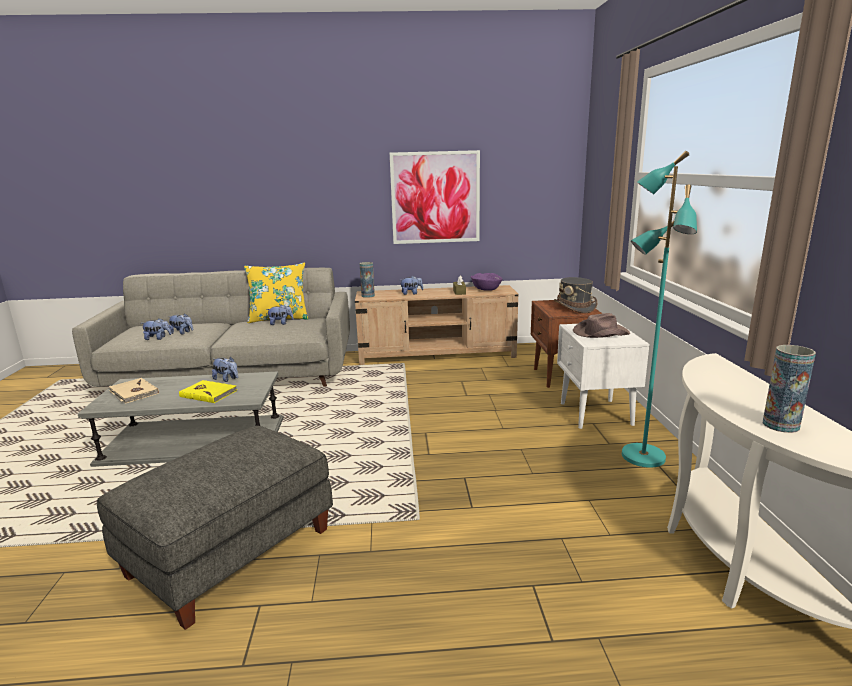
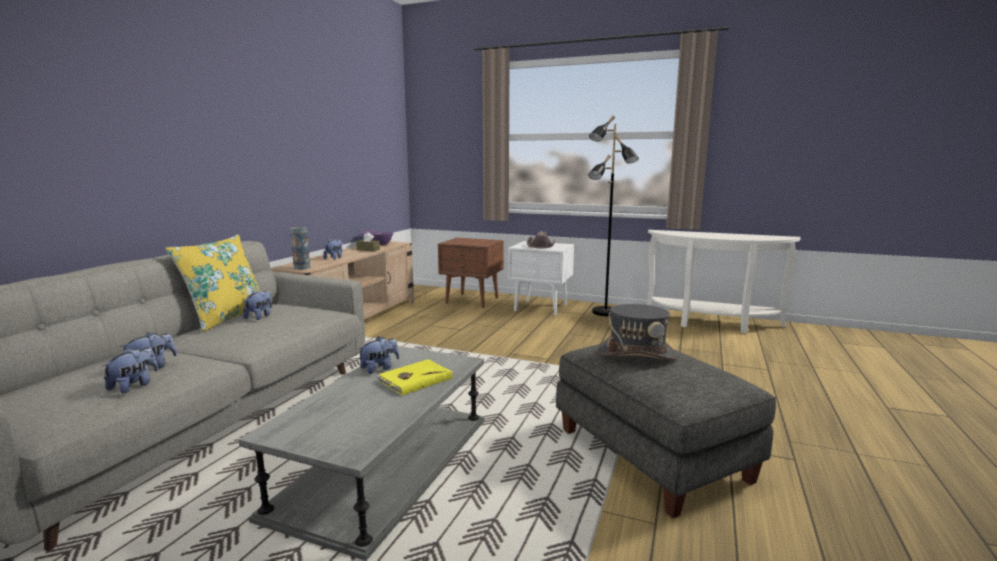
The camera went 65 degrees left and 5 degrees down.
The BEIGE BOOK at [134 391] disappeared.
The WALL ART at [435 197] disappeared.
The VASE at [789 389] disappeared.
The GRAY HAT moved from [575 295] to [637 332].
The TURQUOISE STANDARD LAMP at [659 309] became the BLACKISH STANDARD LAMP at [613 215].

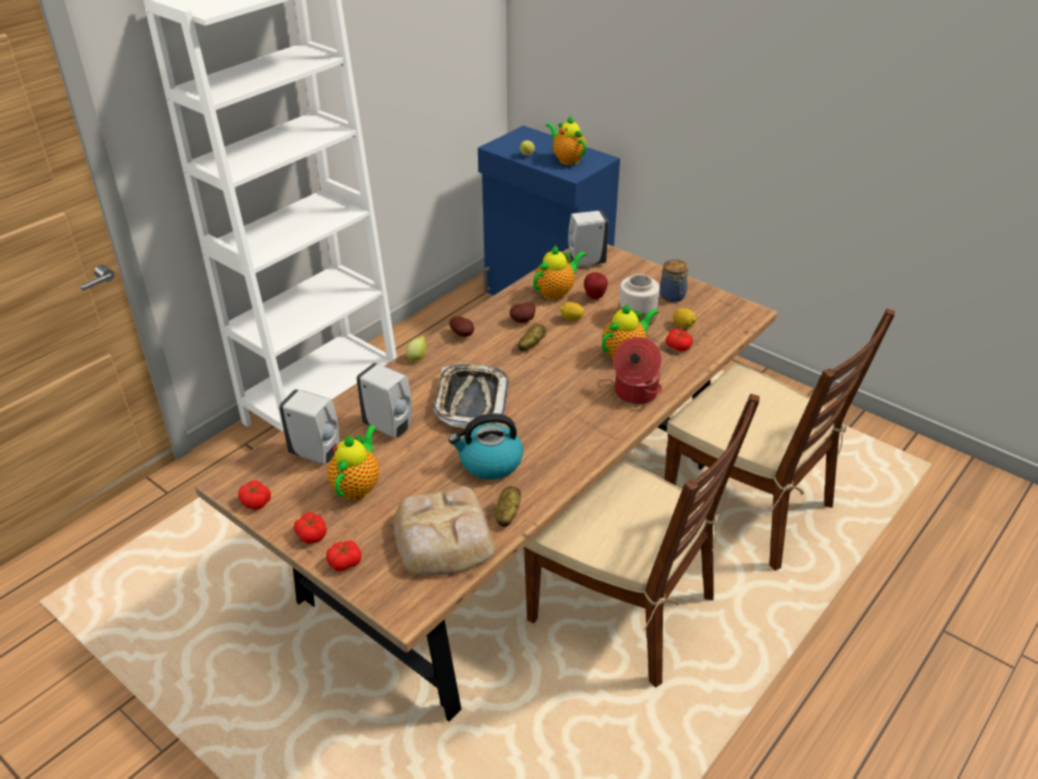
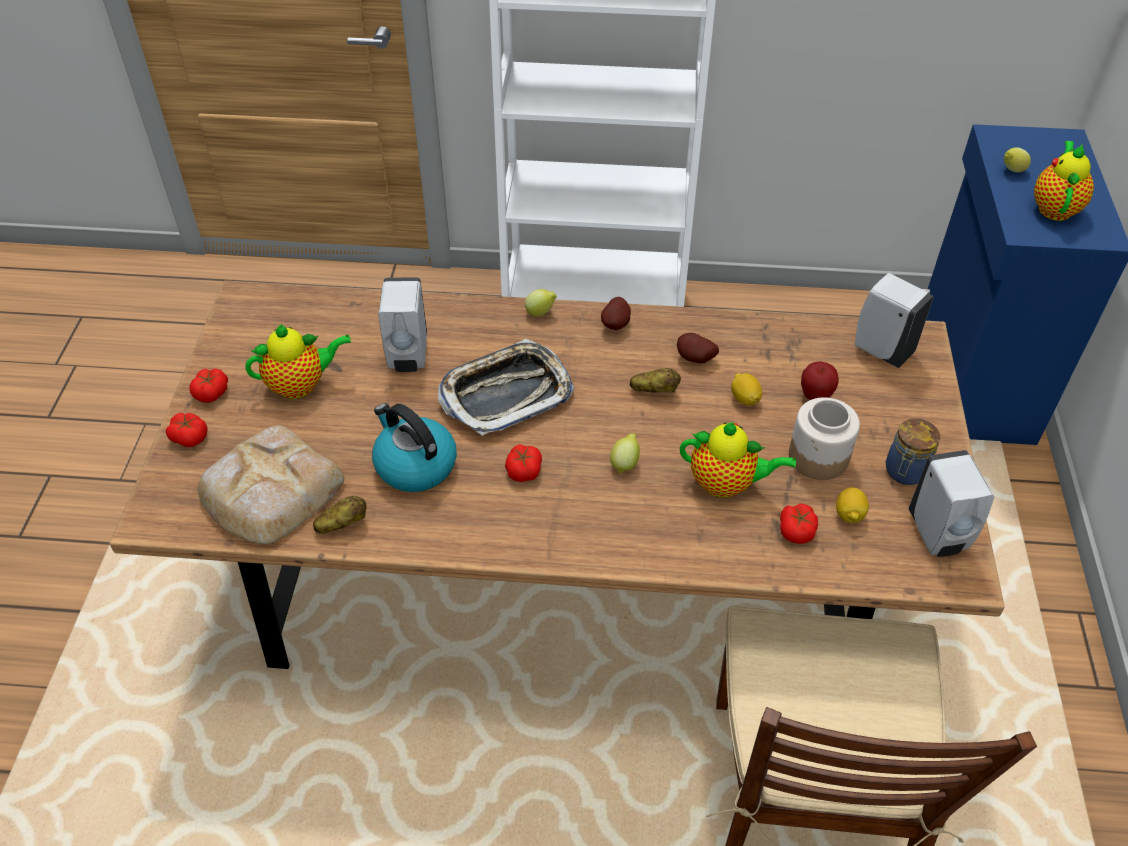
The camera went 55 degrees right and 10 degrees up.
The BROWN-COLOURED UPRIGHT CHAIR at [642 541] disappeared.
The POT FOR TEA at [559 272] disappeared.
The COOKING POT at [637 370] disappeared.
The WHOLE LEMON at [625 453] appeared.
The WHOLE TOMATO moved from [254 495] to [523 463].
The WHITISH SOAP BOTTLE moved from [309 426] to [951 503].

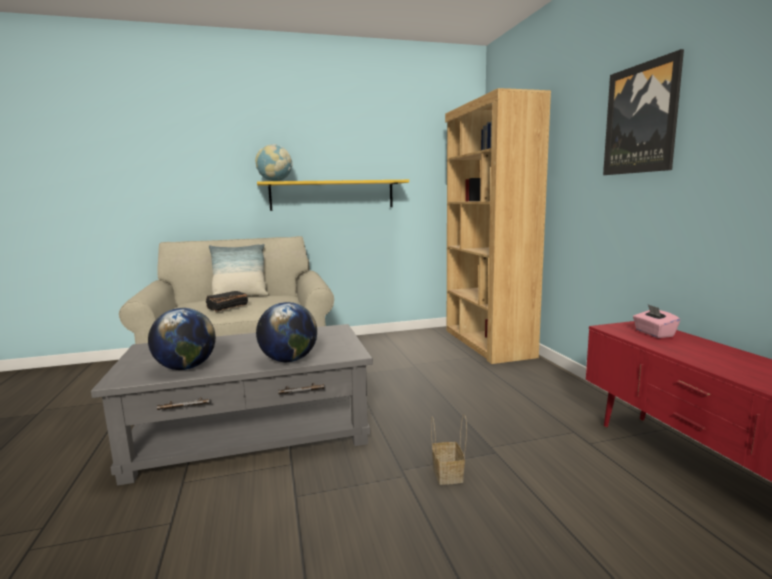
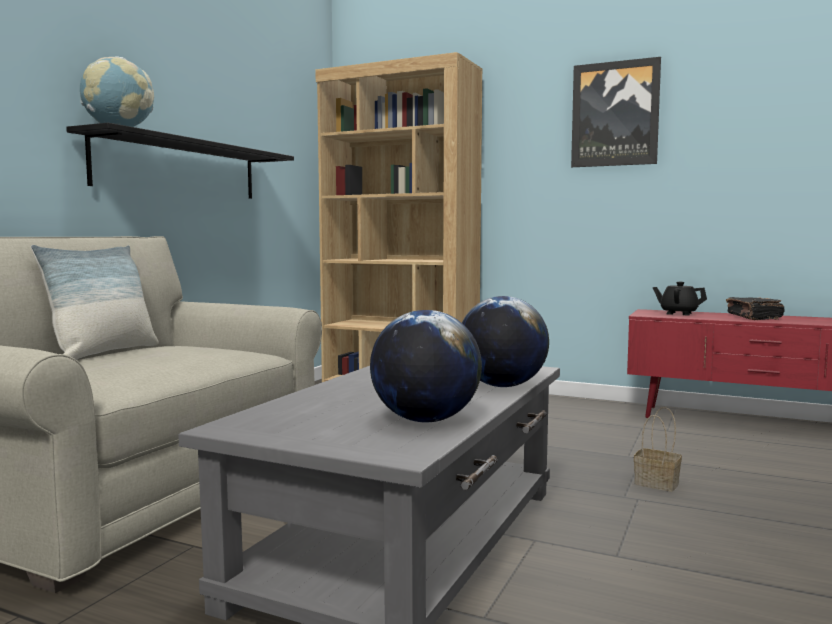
The camera went 50 degrees left and 5 degrees down.
The BLACKISH BOOK moved from [226 301] to [755 308].
The PINKISH TISSUE HOLDER at [656 321] was replaced by the BLACKISH POT FOR TEA at [680 298].
The YELLOW-COLOURED SHELF at [333 195] became the BLACKISH SHELF at [180 161].

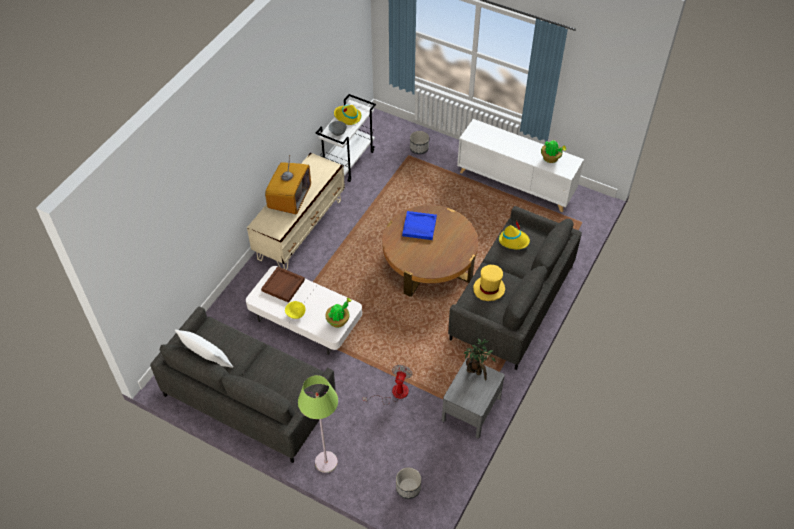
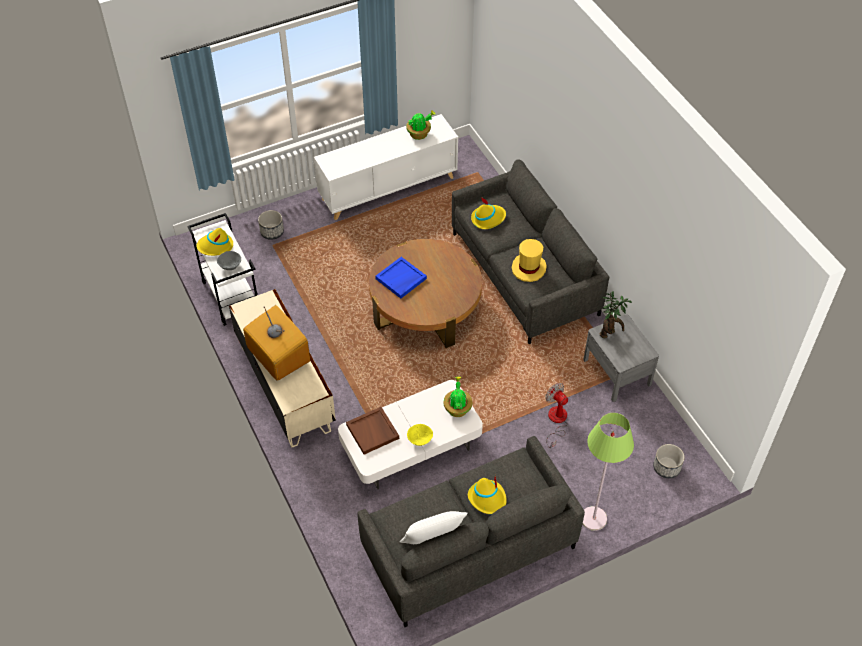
The camera went 55 degrees left and 0 degrees up.
The YELLOW-COLOURED HAT at [487 495] appeared.

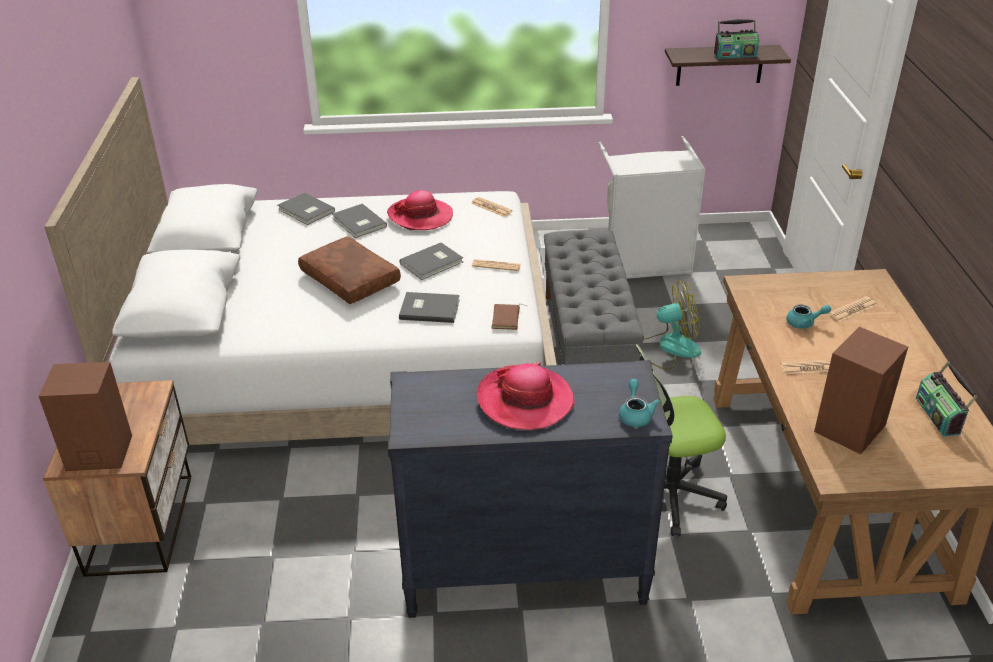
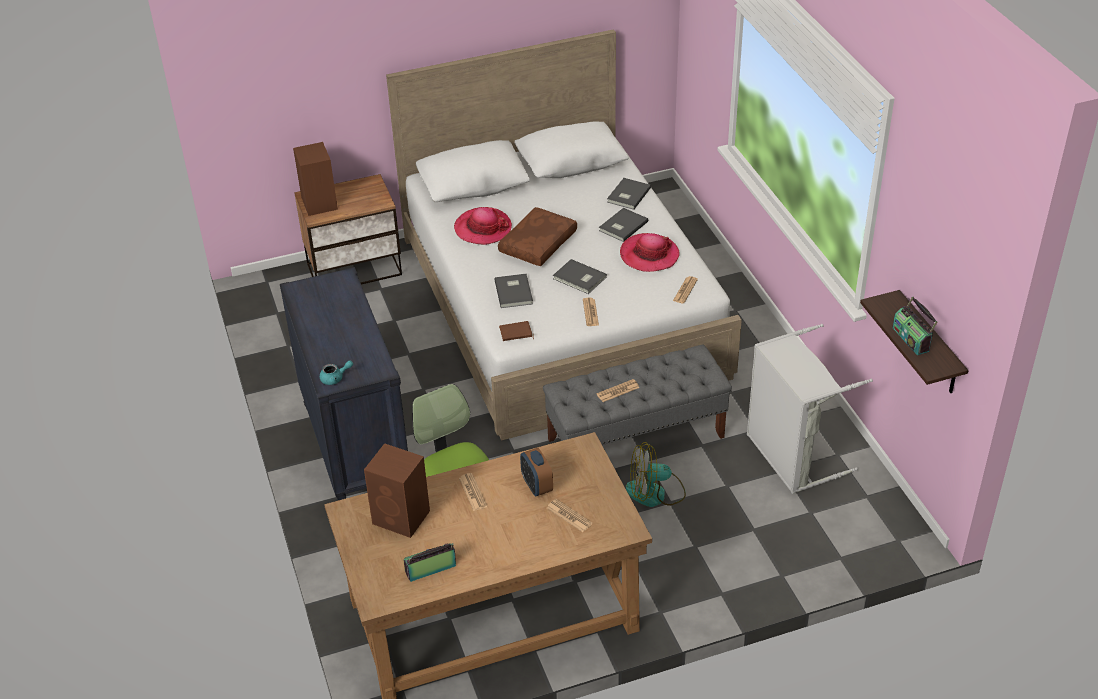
The camera went 75 degrees right and 5 degrees up.
The NEWSPAPER at [618 390] appeared.
The HAT moved from [526 396] to [483 226].
The TURQUOISE POT FOR TEA at [808 316] was replaced by the TABLE CLOCK at [536 472].
The FAN at [672 325] turned 105 degrees clockwise.

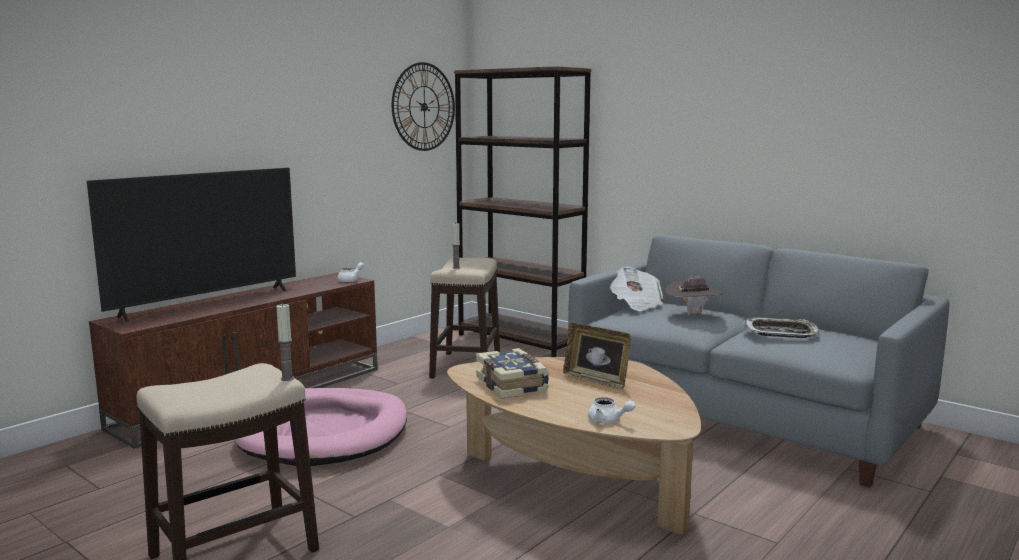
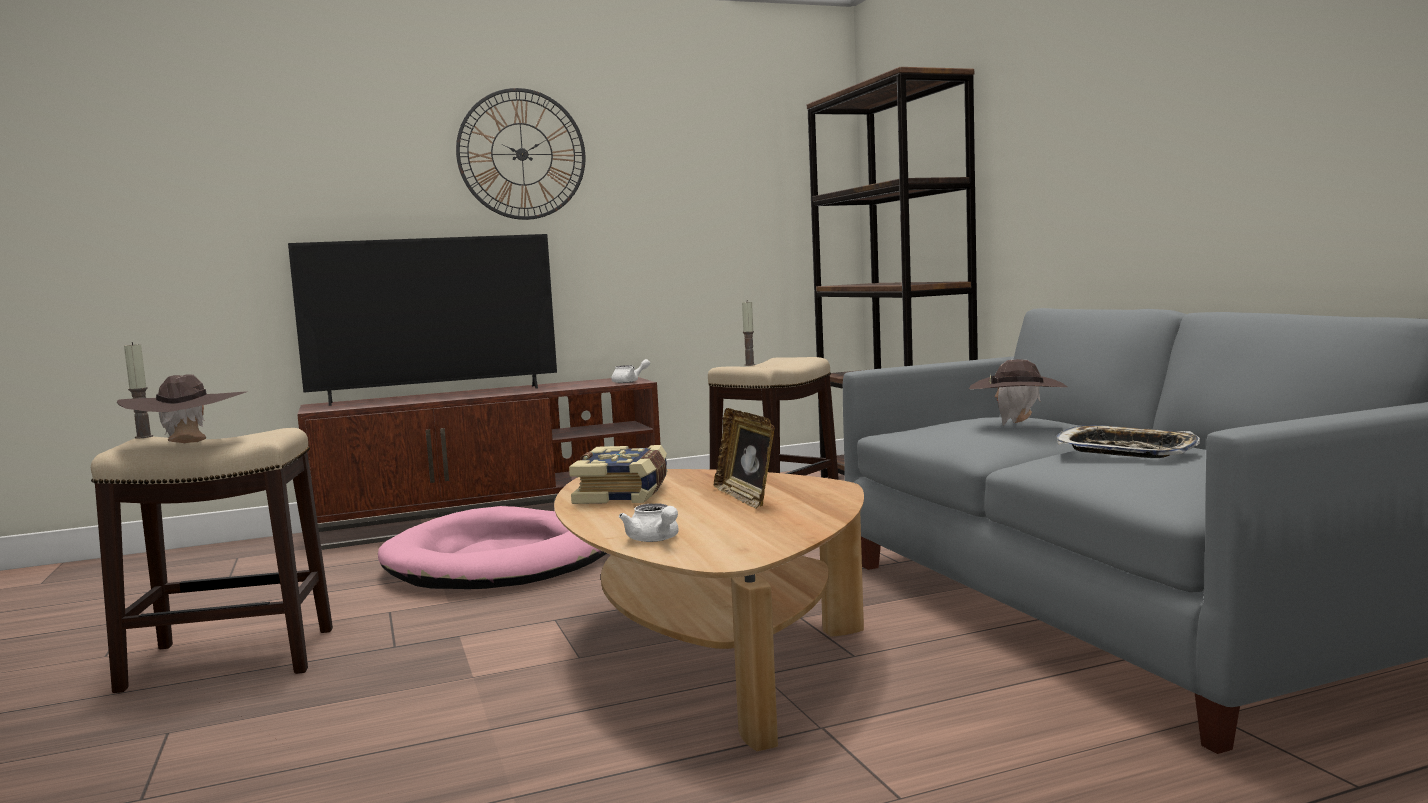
The camera went 30 degrees right and 5 degrees down.
The NEWSPAPER at [636 289] disappeared.
The BROWN-COLOURED HAT at [182 408] appeared.
The WAX CANDLE moved from [285 342] to [138 390].
The CLOCK ON THE WALL moved from [423 106] to [520 154].

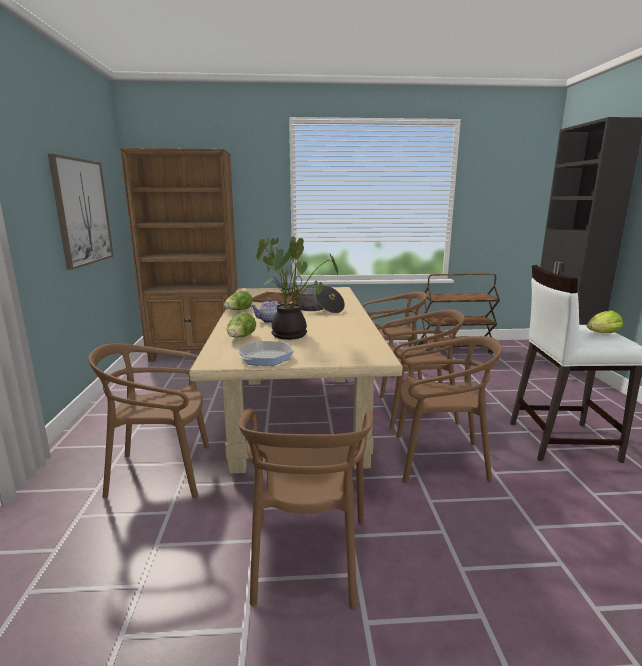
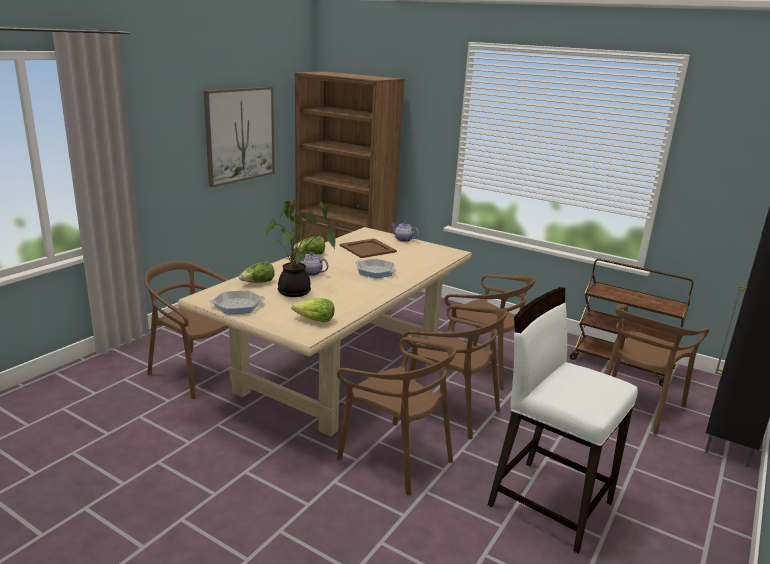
The camera went 35 degrees right and 5 degrees up.
The BROWN-COLOURED UPRIGHT CHAIR moved from [306 509] to [657 369].
The LETTUCE HEAD moved from [605 321] to [312 310].
The COOKING POT at [316 299] was replaced by the SKILLET at [376 268].

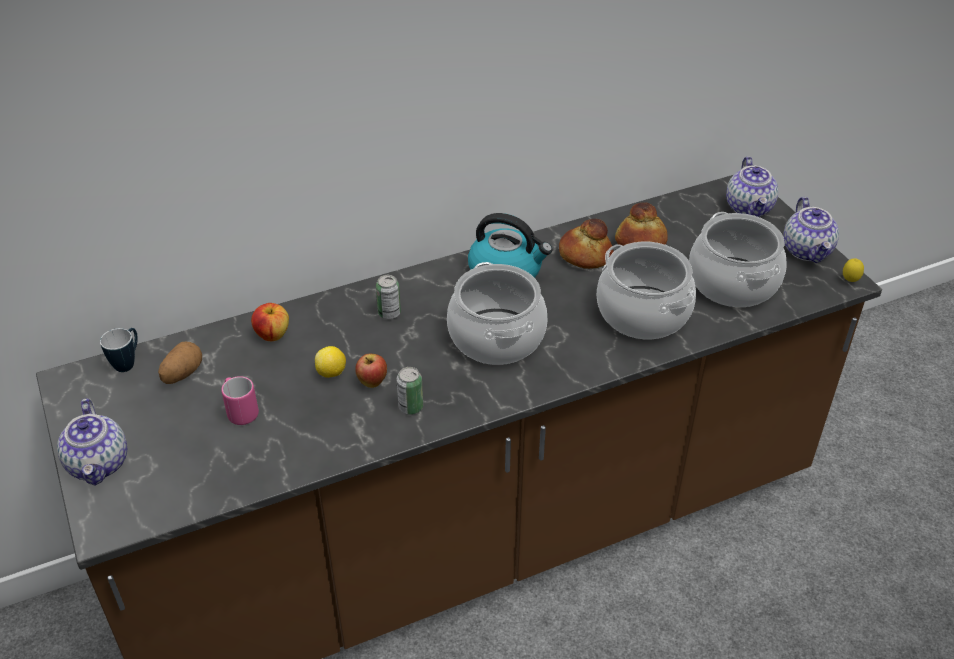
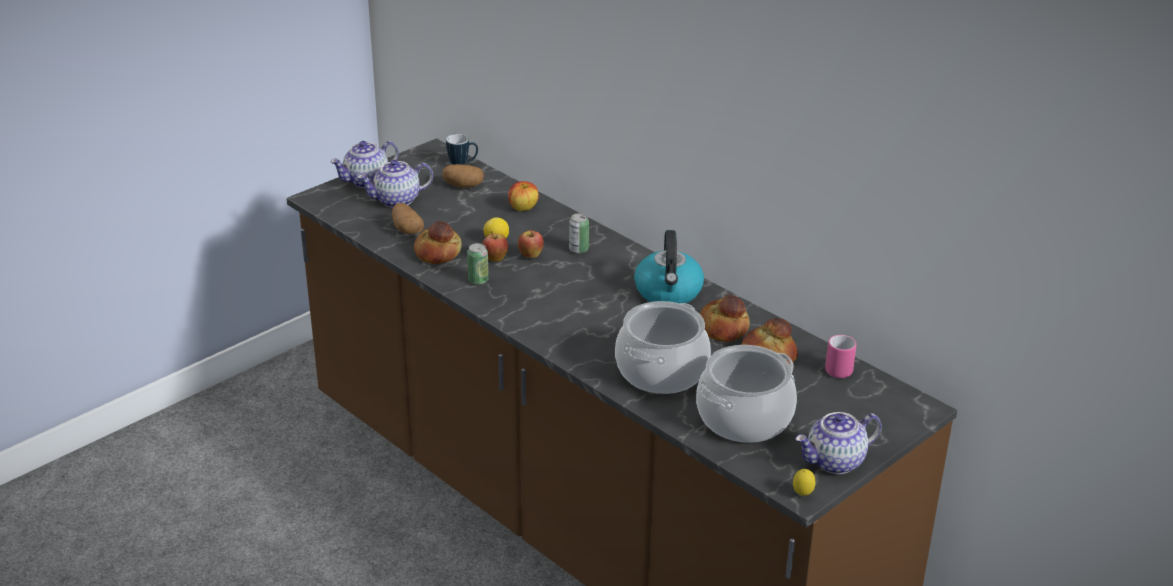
The camera went 70 degrees right and 10 degrees down.
The COOKING POT at [497 313] disappeared.
The POTATO at [408 218] appeared.
The BAKERY BREAD at [438 242] appeared.
The APPLE FRUIT at [531 244] appeared.
The PINKISH TEA MUG moved from [240 400] to [840 356].
The POT FOR TEA moved from [752 187] to [395 183].

